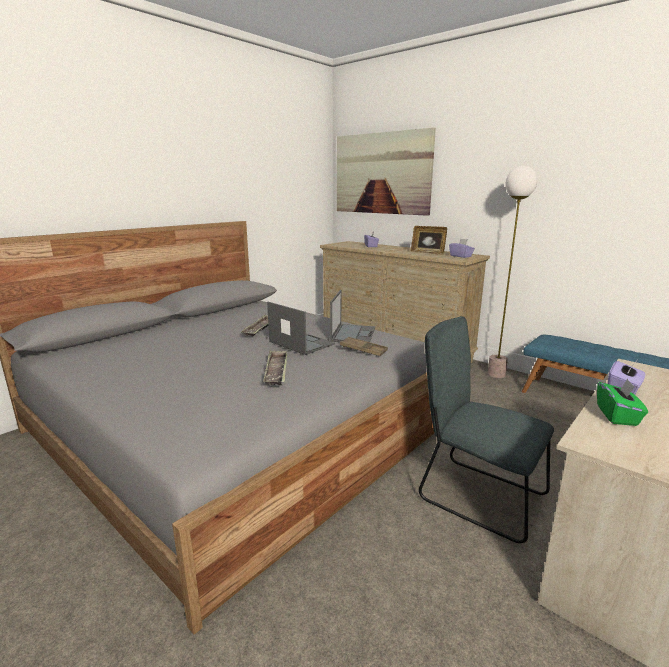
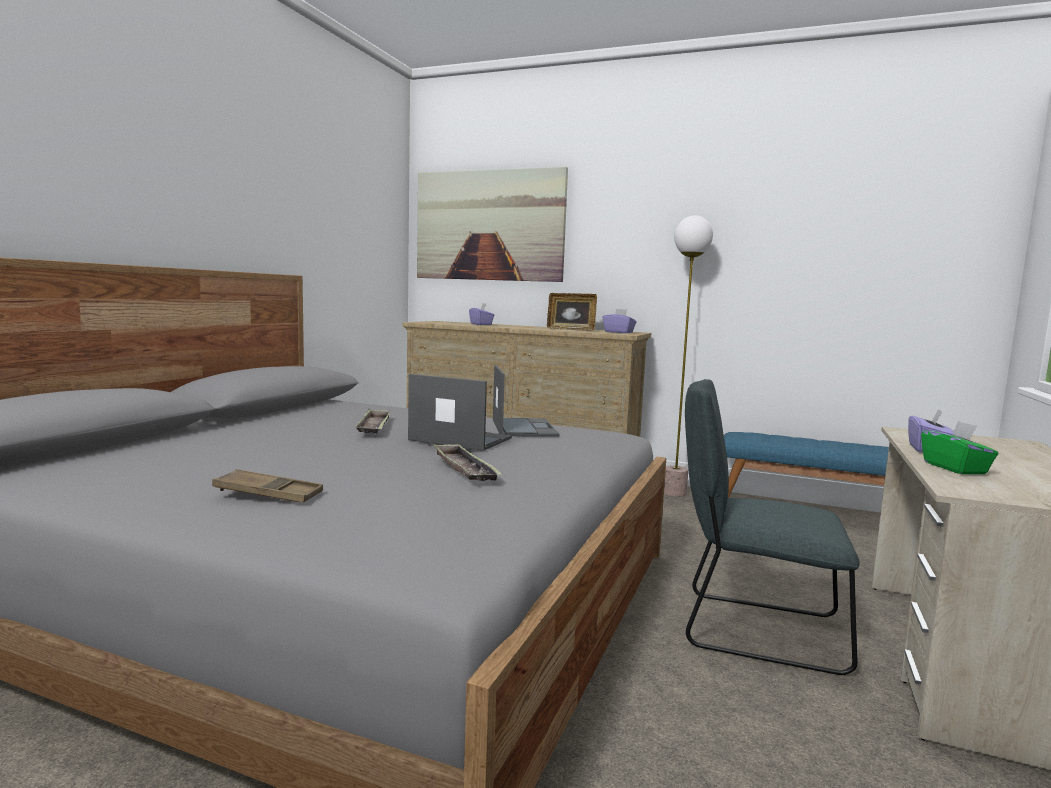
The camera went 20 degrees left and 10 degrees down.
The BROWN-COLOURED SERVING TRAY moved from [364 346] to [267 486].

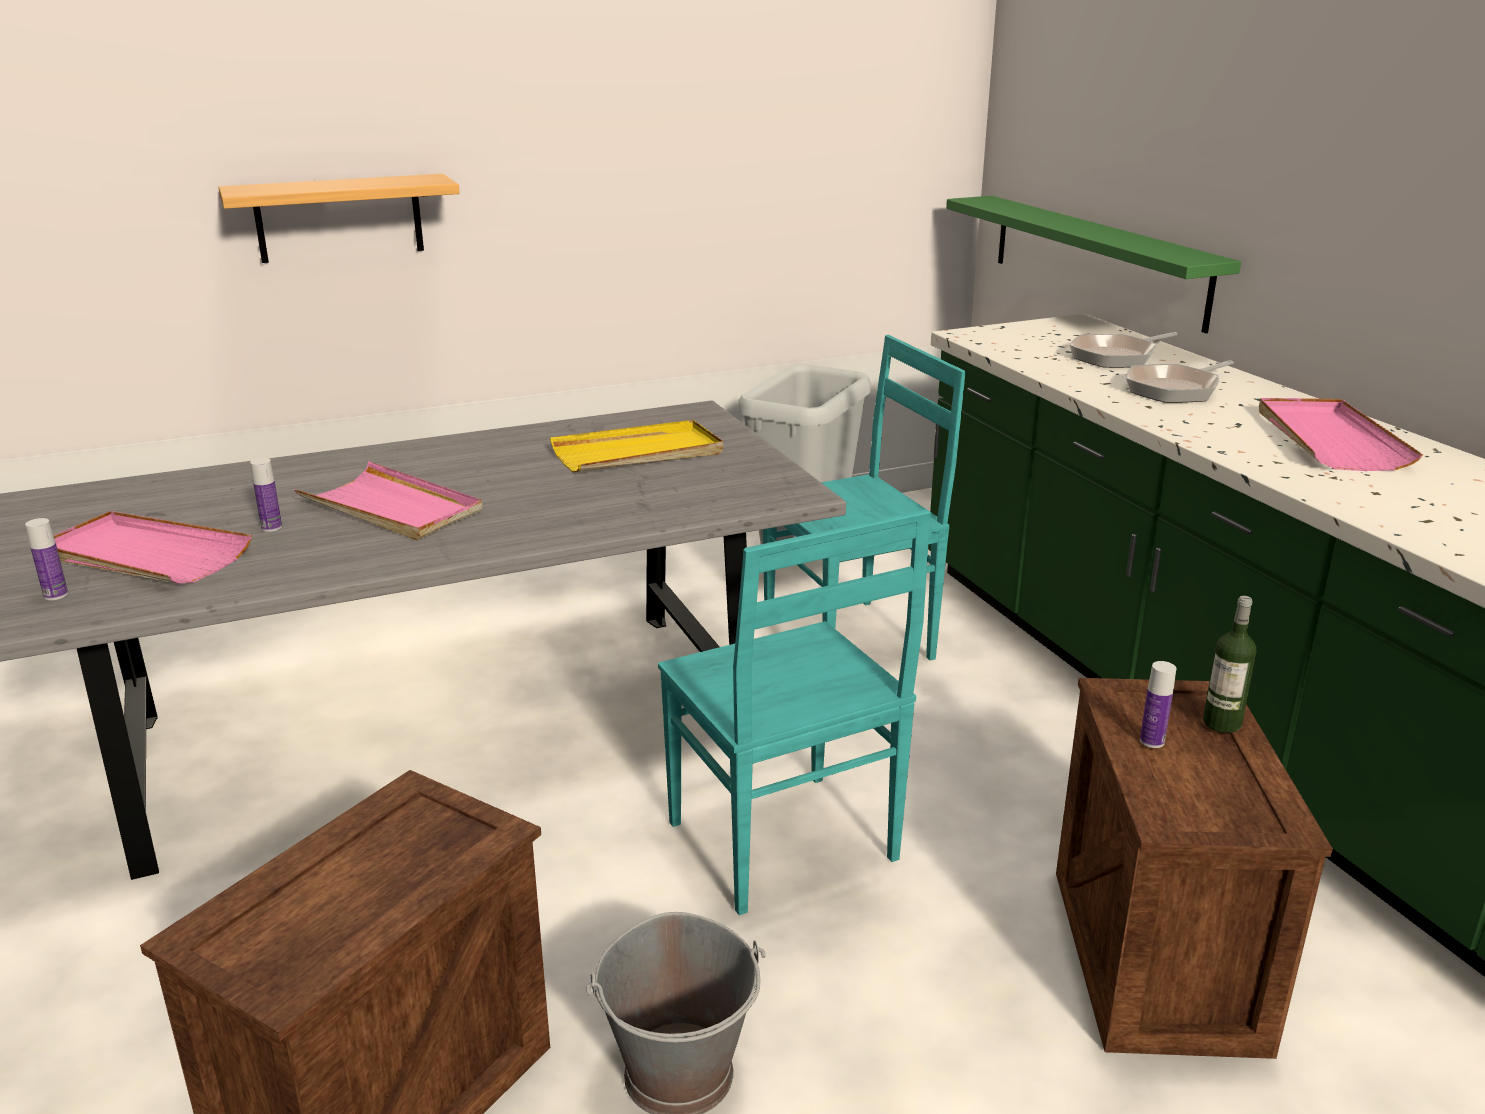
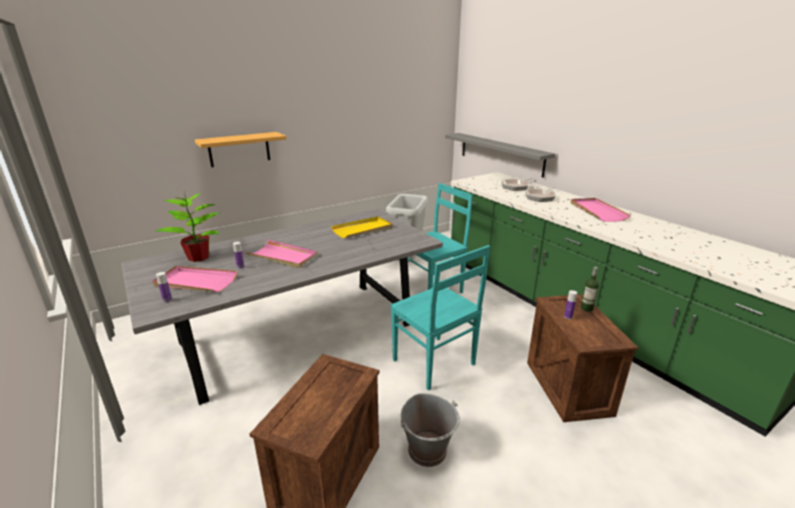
The camera went 10 degrees left and 0 degrees up.
The HOUSEPLANT at [187 226] appeared.
The GREENISH SHELF at [1093 264] became the GRAY SHELF at [500 155].

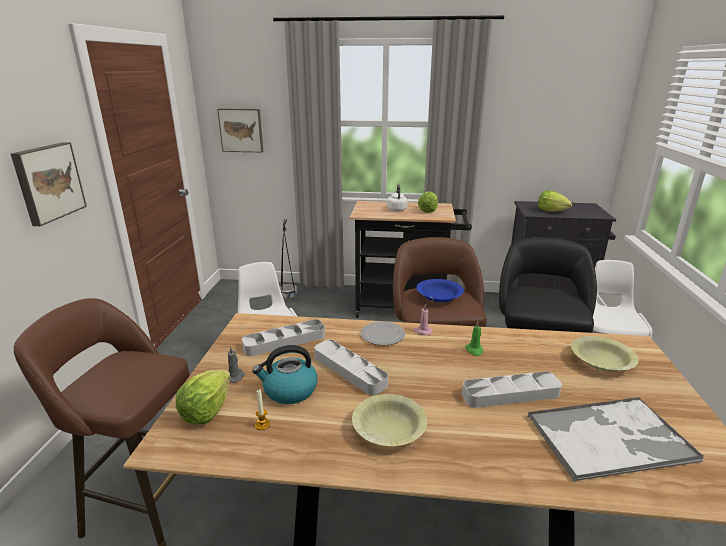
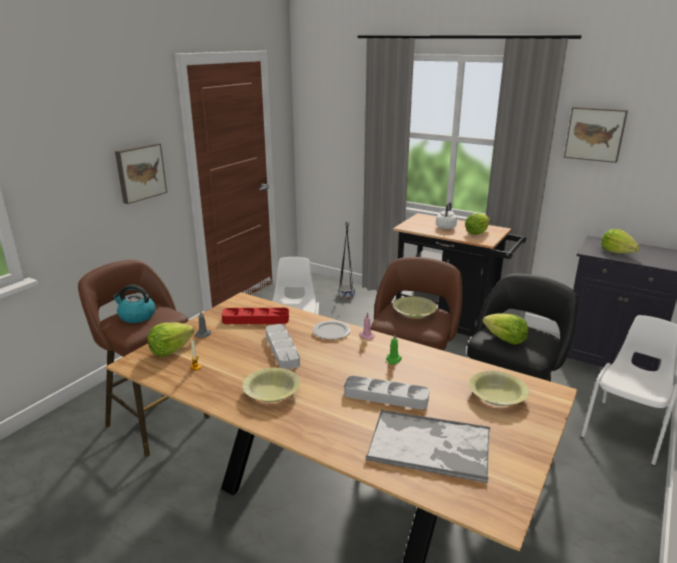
The camera went 25 degrees right and 0 degrees up.
The LETTUCE HEAD at [505 329] appeared.
The WALL ART moved from [240 131] to [596 135].
The KETTLE moved from [285 374] to [134 303].
The GRAY SERVING TRAY at [283 337] became the RED-COLOURED SERVING TRAY at [255 316].
The BLUE-COLOURED SERVING BOWL at [440 290] became the YELLOW-COLOURED SERVING BOWL at [415 307].

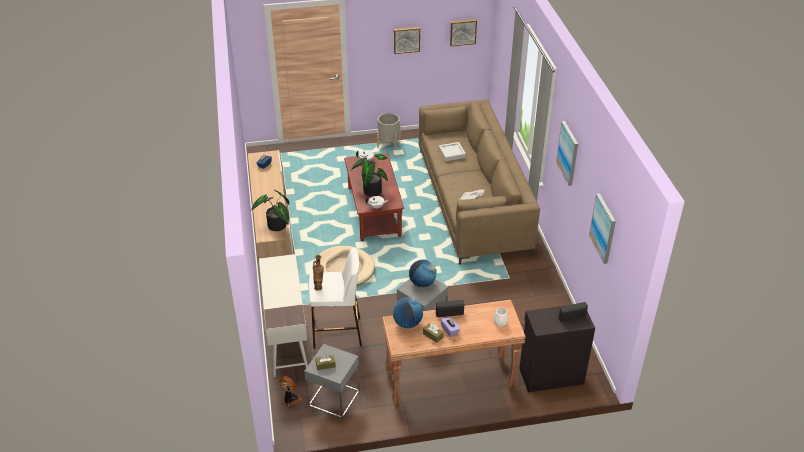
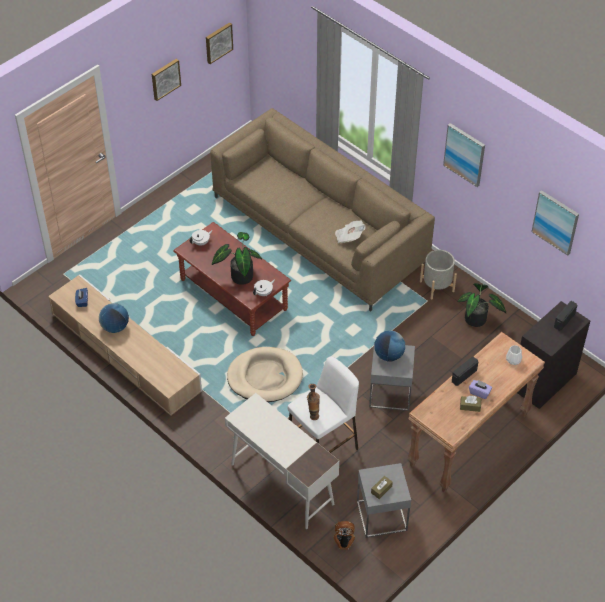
The camera went 35 degrees left and 10 degrees up.
The GRAY SERVING TRAY at [452 151] disappeared.
The HOUSEPLANT moved from [270 210] to [482 305].
The GRAY PLANT POT moved from [389 131] to [438 274].
The GLOBE moved from [408 313] to [114 318].

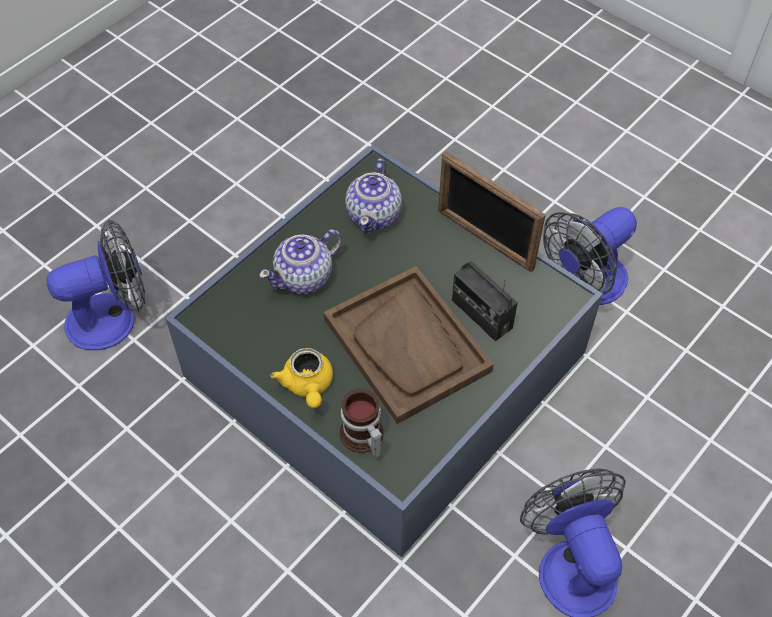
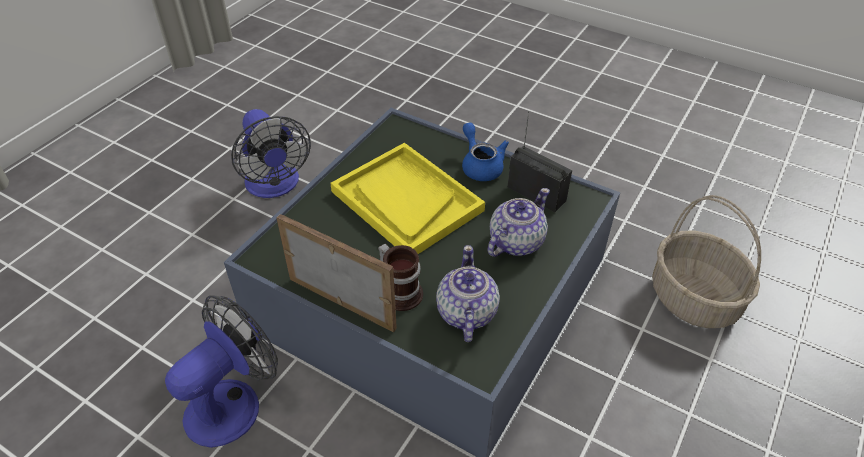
The camera went 170 degrees right and 10 degrees down.
The TEA MUG moved from [362 423] to [400 277].
The RADIO moved from [485 301] to [539 161].
The FAN at [96 285] was replaced by the BASKET at [706 261].
The YELLOW-COLOURED POT FOR TEA at [302 378] became the BLUE-COLOURED POT FOR TEA at [485 151].
The BROWN-COLOURED SERVING TRAY at [409 345] became the YELLOW-COLOURED SERVING TRAY at [407 198].

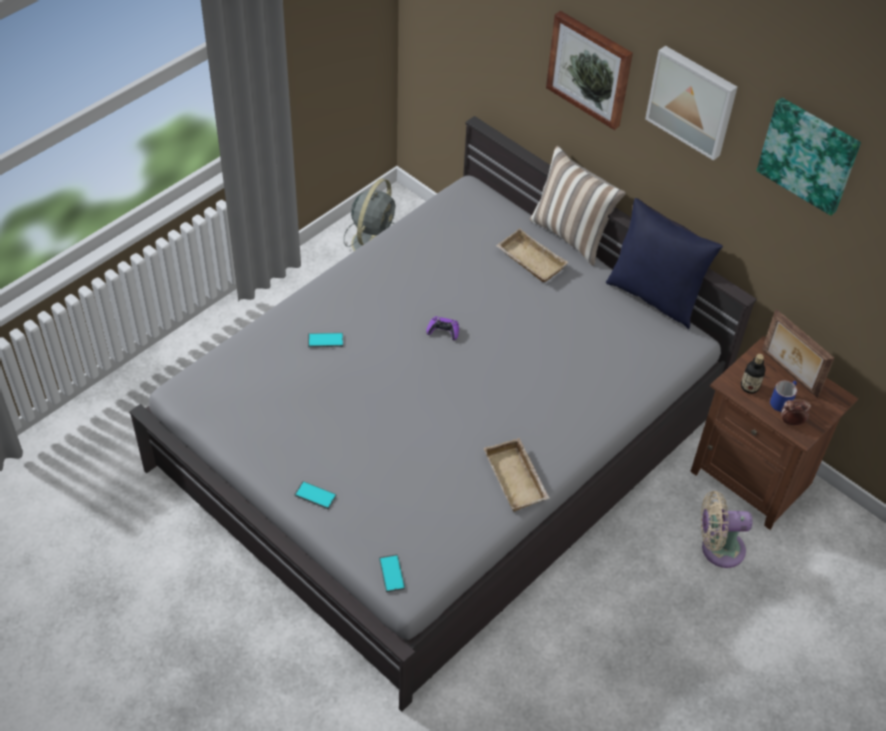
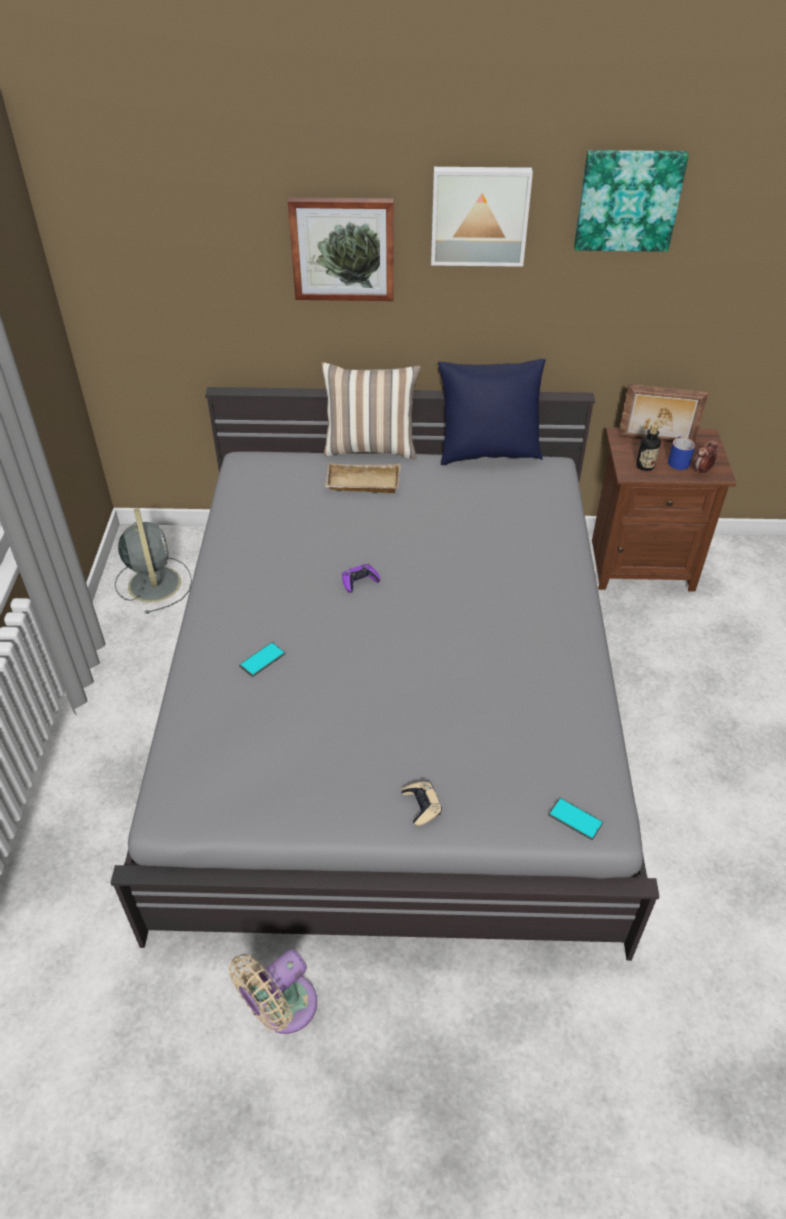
The camera went 40 degrees left and 5 degrees down.
The BEIGE SERVING TRAY at [517 475] disappeared.
The BEIGE FAN moved from [726 529] to [273 991].
The PHONE at [315 495] was replaced by the BEIGE GAMEPAD at [421 804].

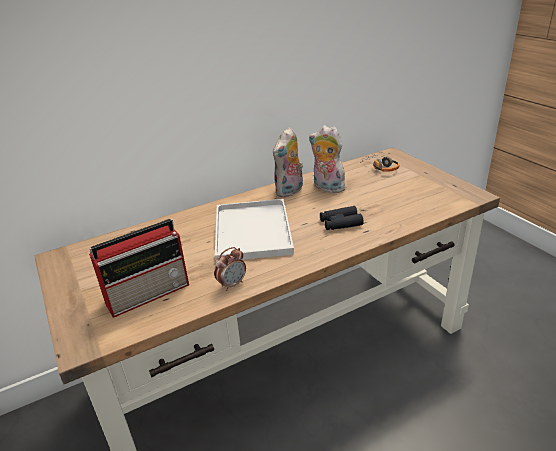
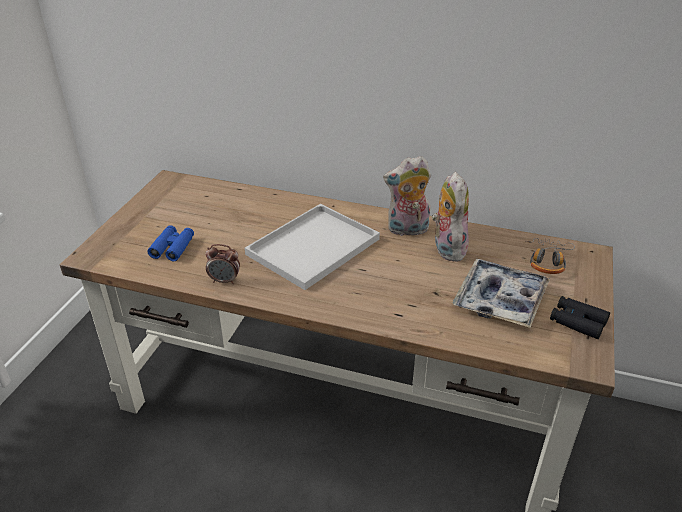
The camera went 45 degrees right and 5 degrees up.
The SERVING TRAY at [501 293] appeared.
The BLACKISH BINOCULARS moved from [342 218] to [580 317].
The RADIO at [139 268] was replaced by the BLUE-COLOURED BINOCULARS at [170 243].

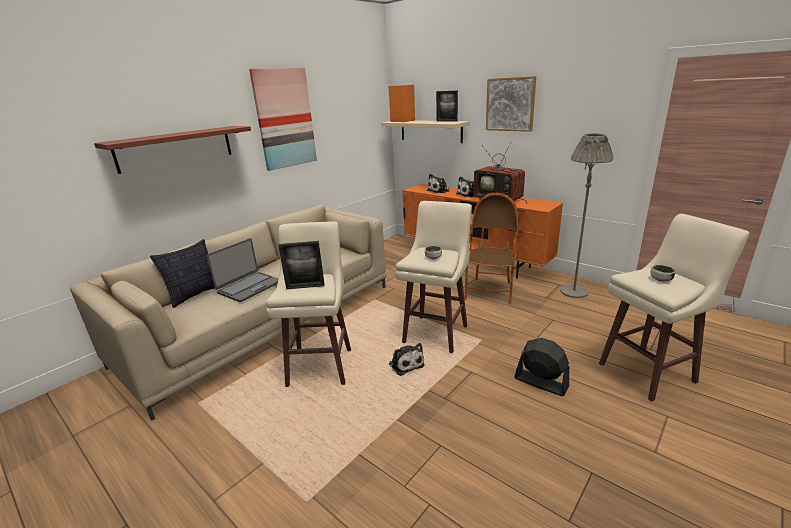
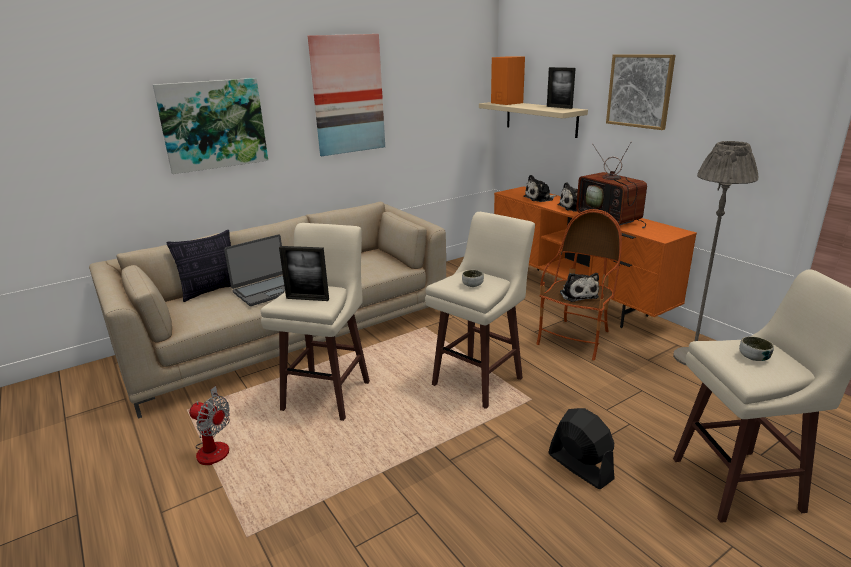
The camera went 15 degrees right and 0 degrees up.
The FAN at [209 425] appeared.
The SOFT TOY moved from [407 359] to [579 287].
The SHELF at [172 150] was replaced by the WALL ART at [210 126].

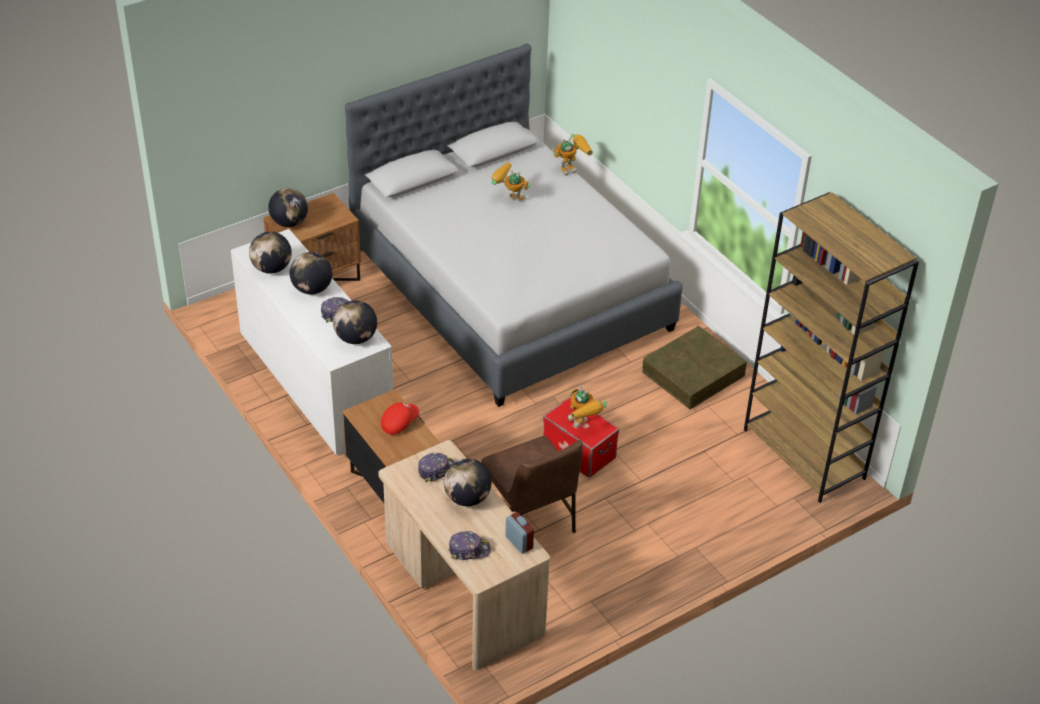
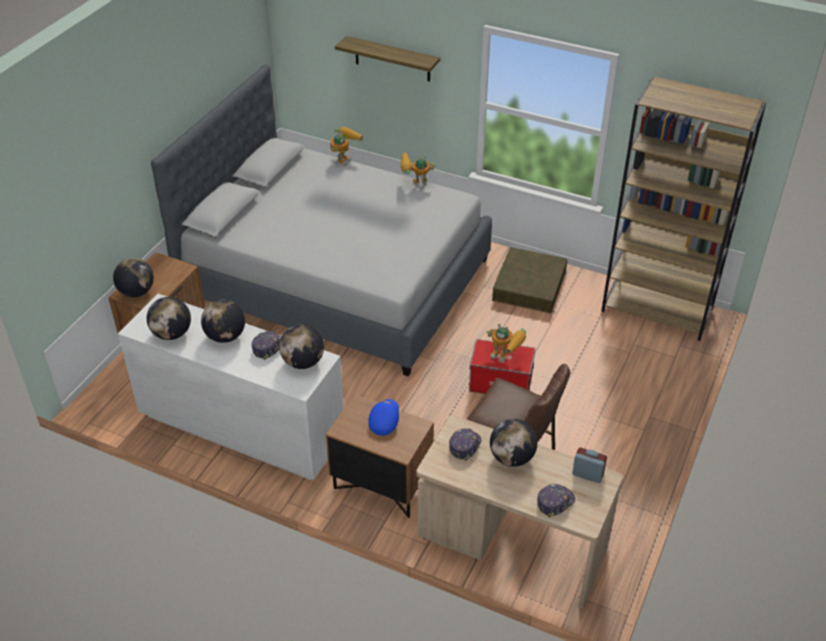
The camera went 30 degrees left and 0 degrees up.
The SHELF at [387 59] appeared.
The ROBOT FIGURE moved from [510 181] to [418 168].
The RED-COLOURED BASEBALL CAP at [400 419] became the BLUE-COLOURED BASEBALL CAP at [383 417].

